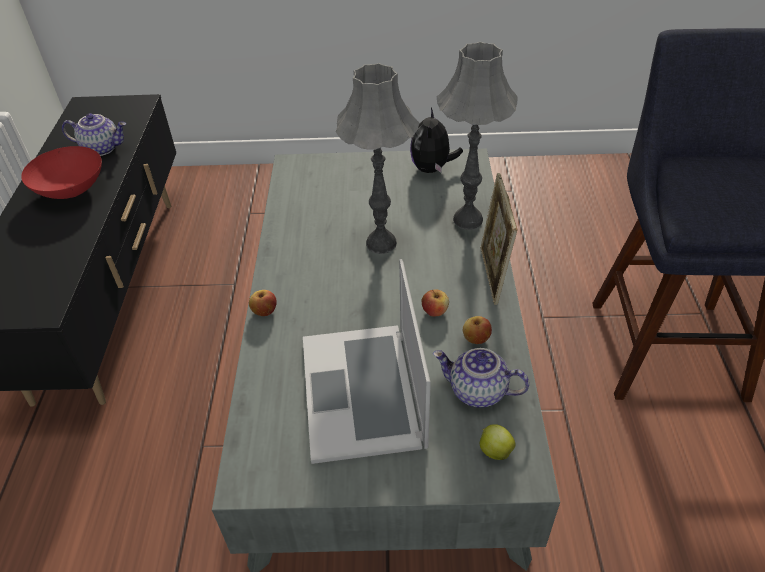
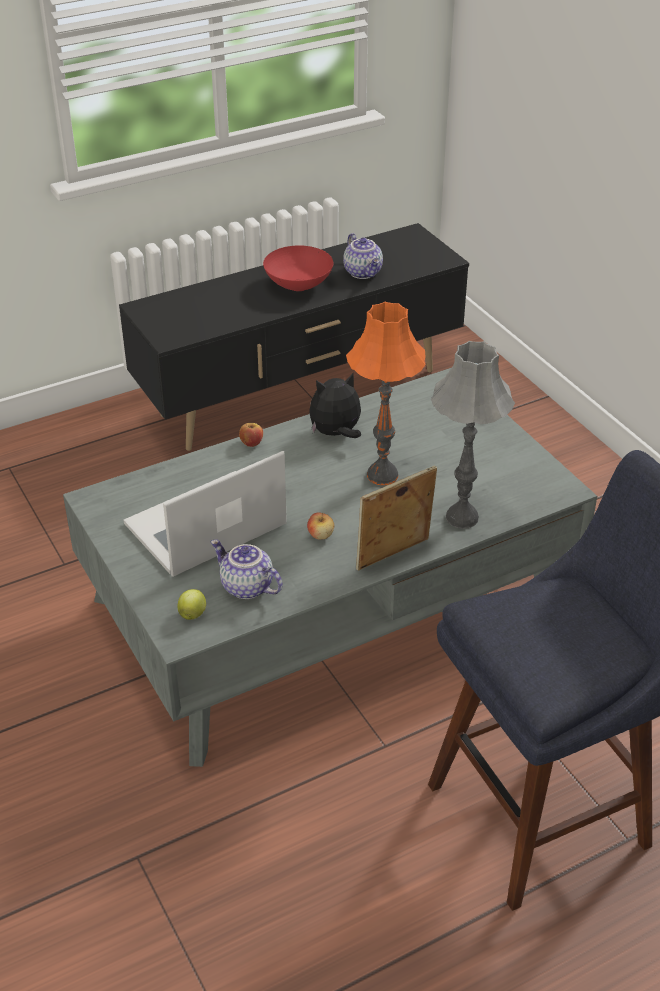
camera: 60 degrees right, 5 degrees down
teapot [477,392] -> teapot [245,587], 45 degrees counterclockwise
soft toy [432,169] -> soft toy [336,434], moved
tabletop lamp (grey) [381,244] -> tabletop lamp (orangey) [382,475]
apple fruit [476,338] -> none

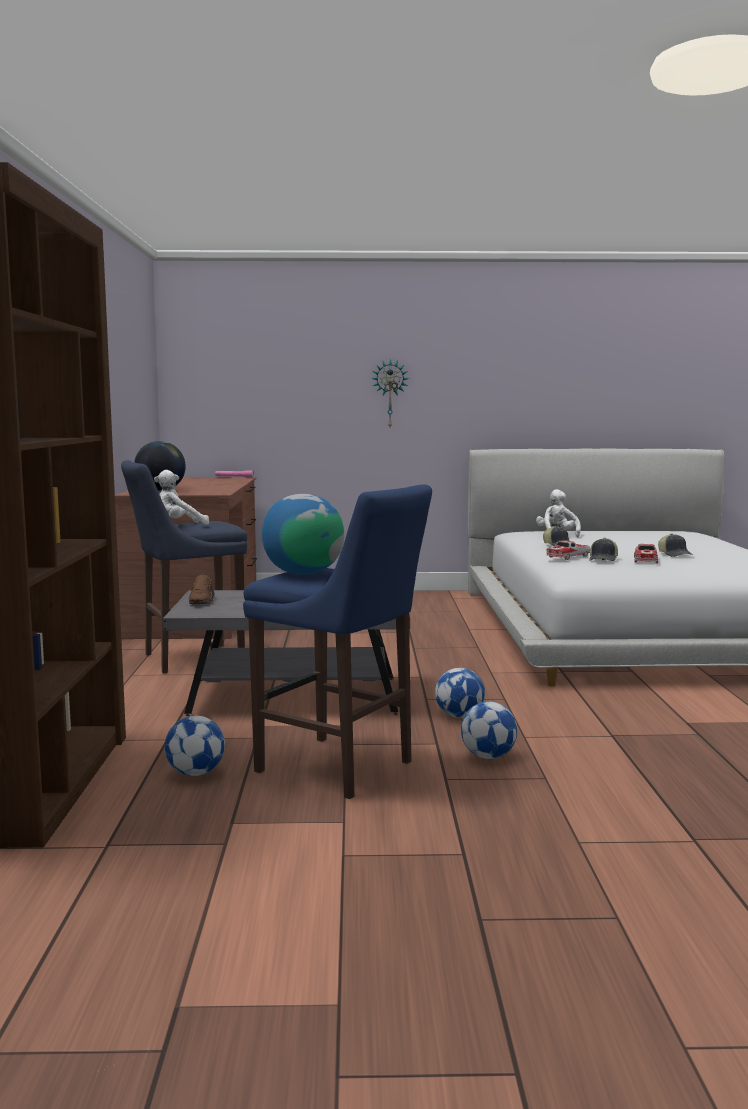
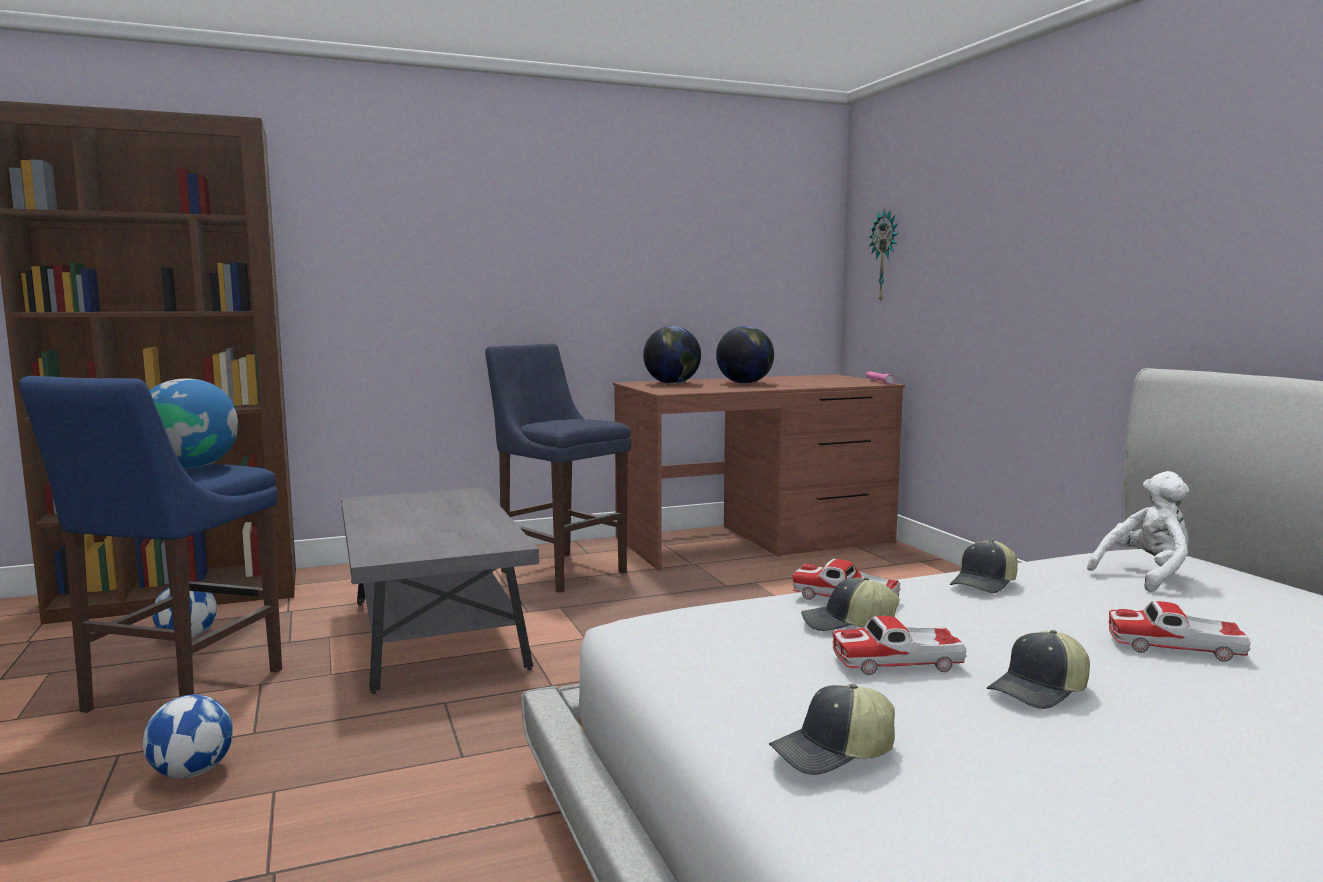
camera: 70 degrees right, 0 degrees up
none -> desk globe [744,383]
none -> peaked cap [833,754]
wall clock [390,394] -> wall clock [885,256], moved
none -> model car [1175,647]
soft toy (whitish) [178,526] -> none
shoe (brownish) [203,601] -> none
football [459,716] -> none

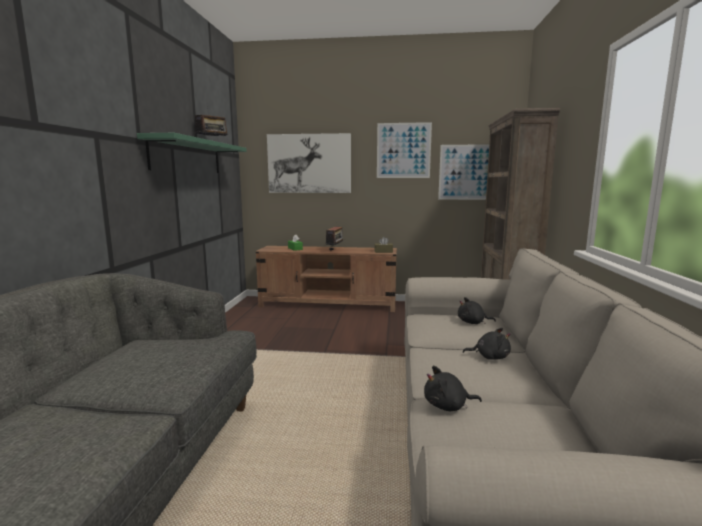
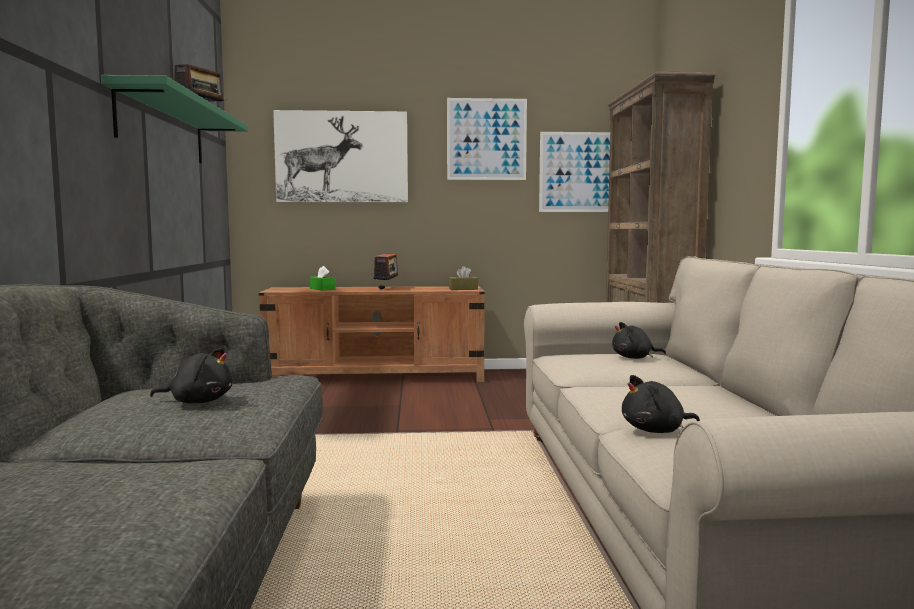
camera: 10 degrees left, 5 degrees down
soft toy (black-coloured) [489,357] -> soft toy (black-coloured) [198,401], moved

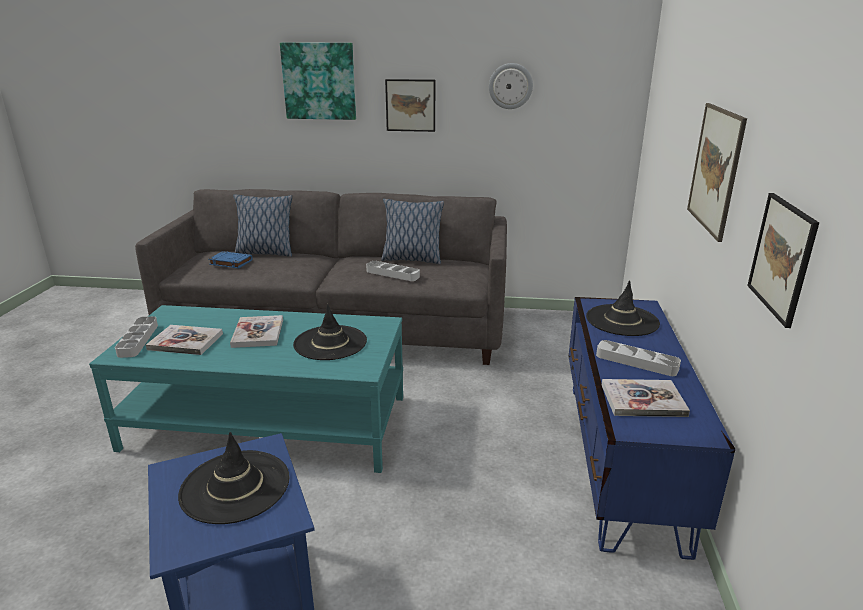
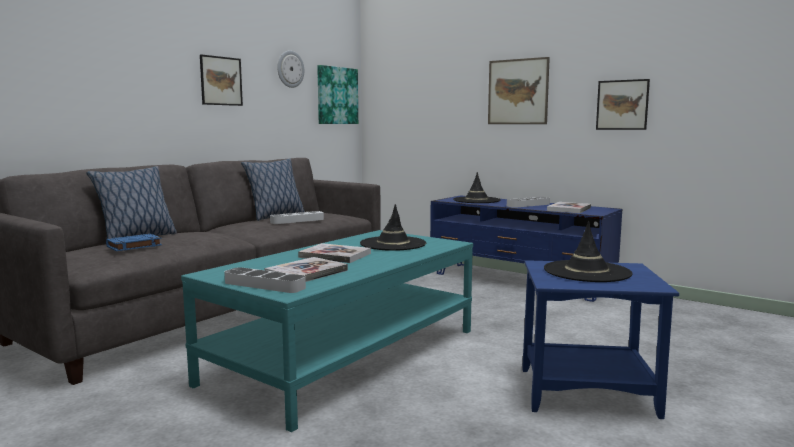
camera: 60 degrees left, 15 degrees down
wall art [319,81] -> wall art [337,95], moved

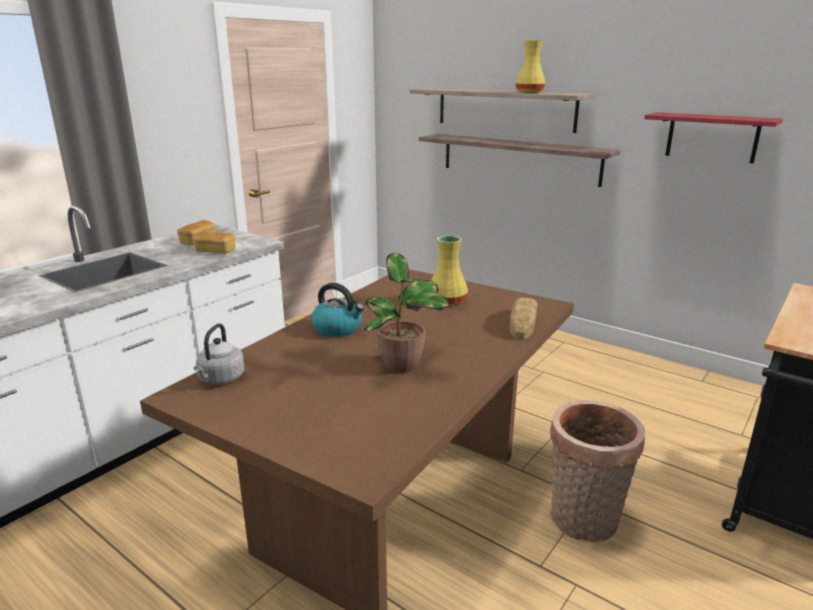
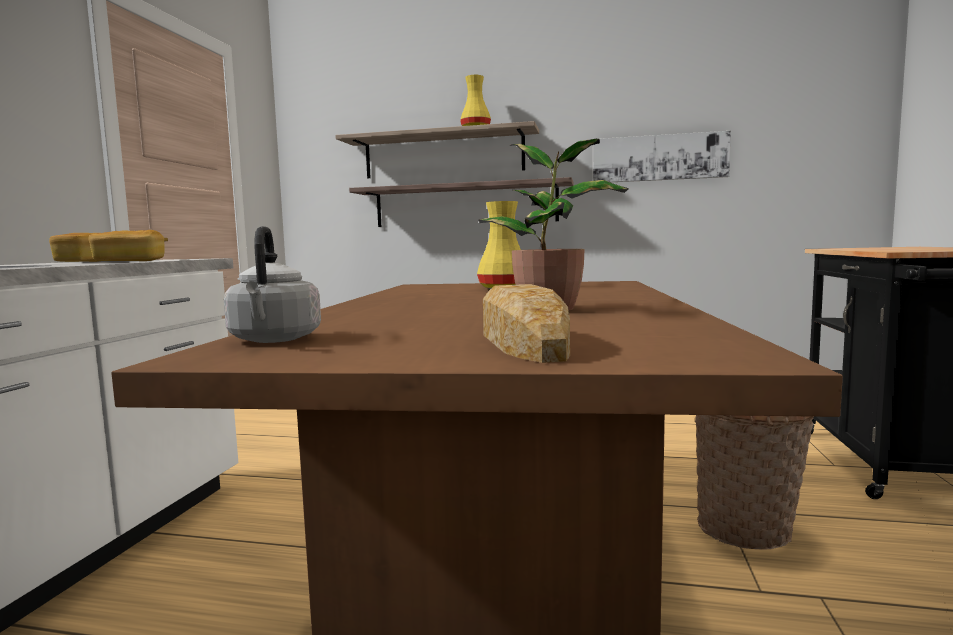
camera: 25 degrees left, 15 degrees down
baked bread [523,323] -> baked bread [523,342], moved
bracket shelf (reddish) [712,137] -> wall art [659,158]
water kettle [338,328] -> none

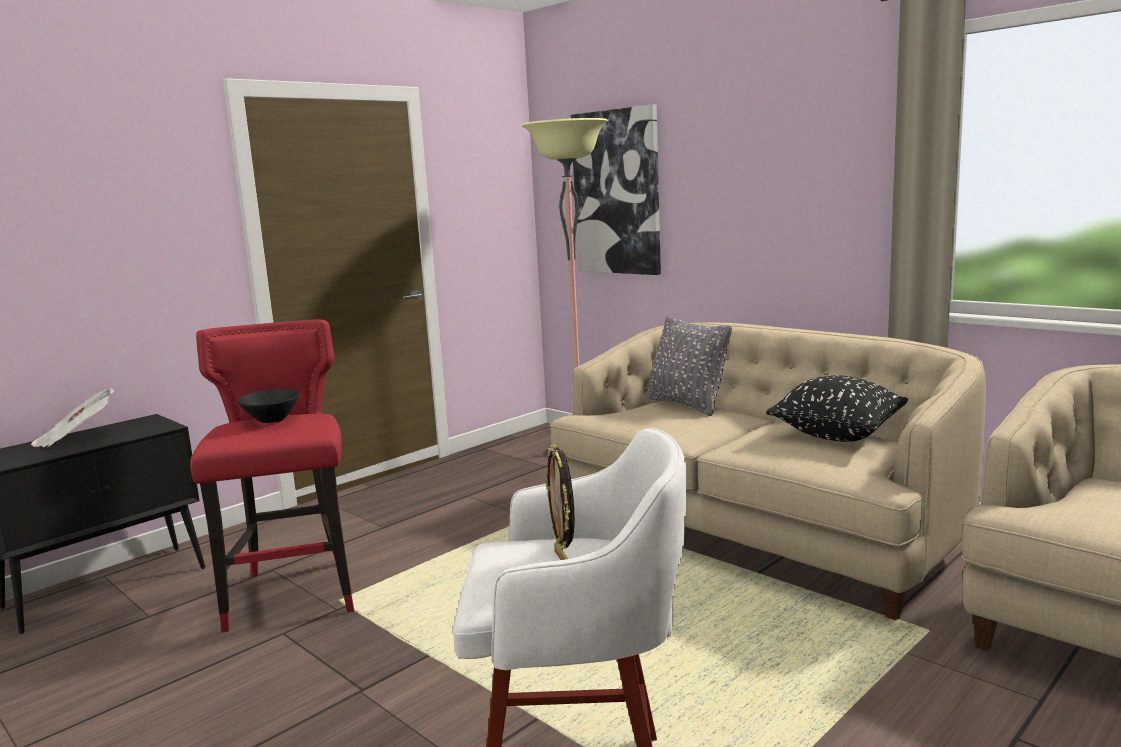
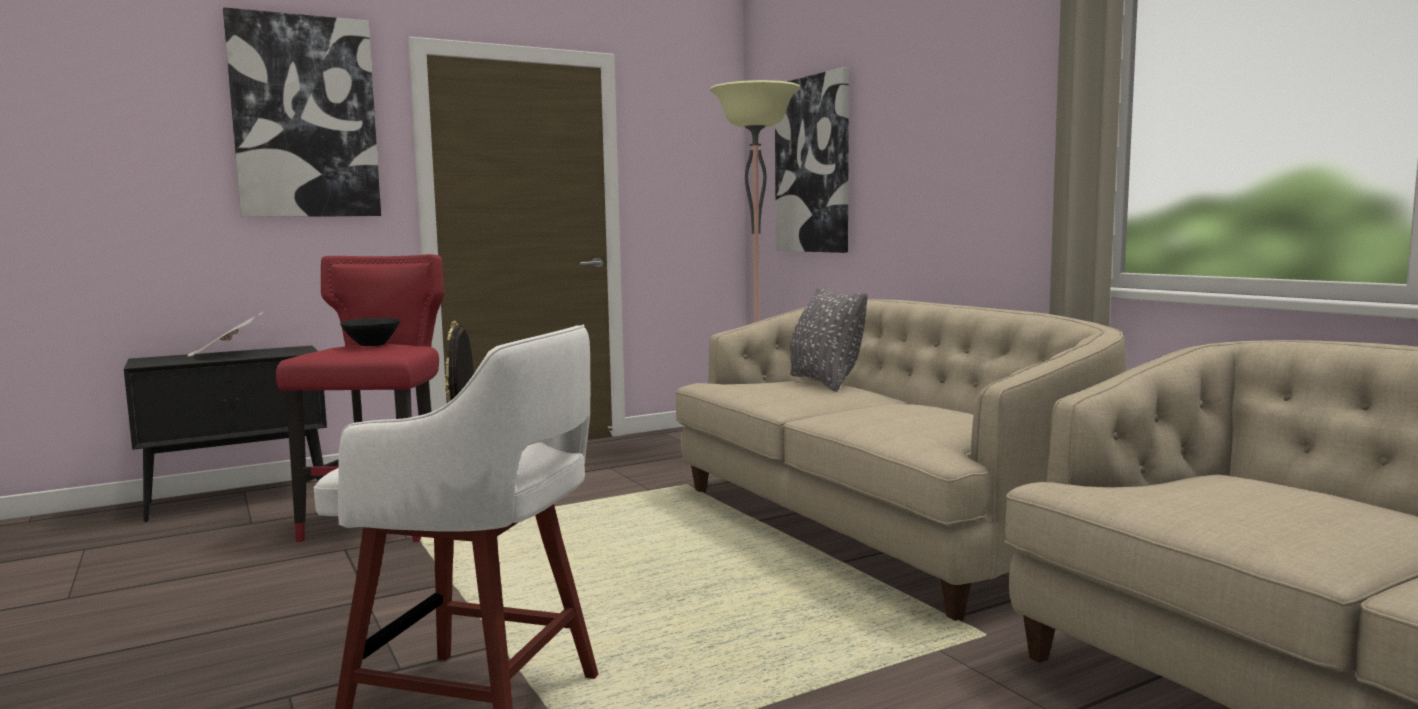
camera: 15 degrees right, 5 degrees down
none -> wall art [305,117]
pillow (black-coloured) [837,435] -> none

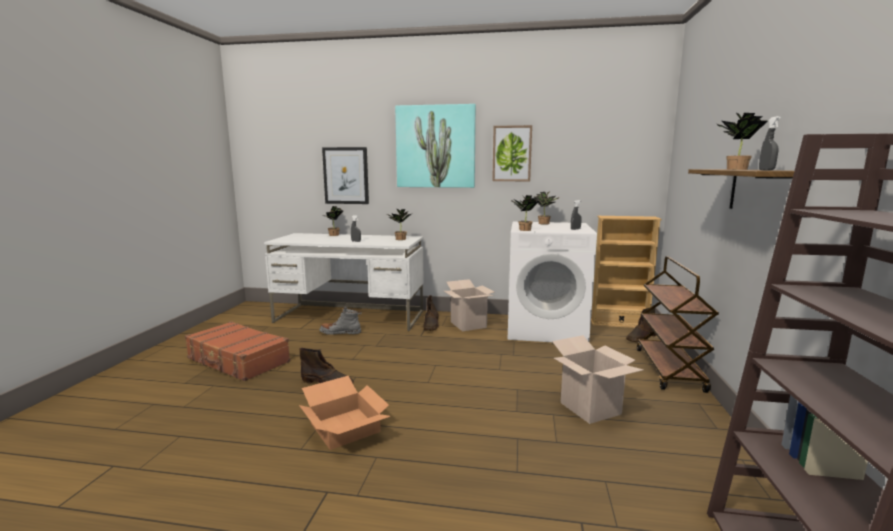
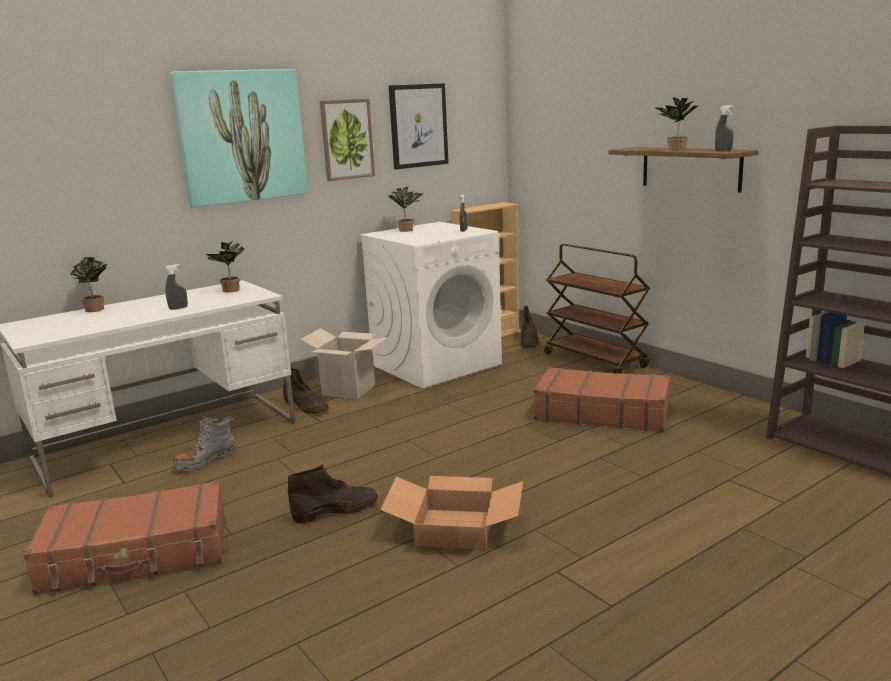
camera: 45 degrees left, 5 degrees up
wall art [346,175] -> wall art [418,126], moved
cardboard box [590,408] -> piece of luggage (brownish) [601,412]
potted plant [523,230] -> none

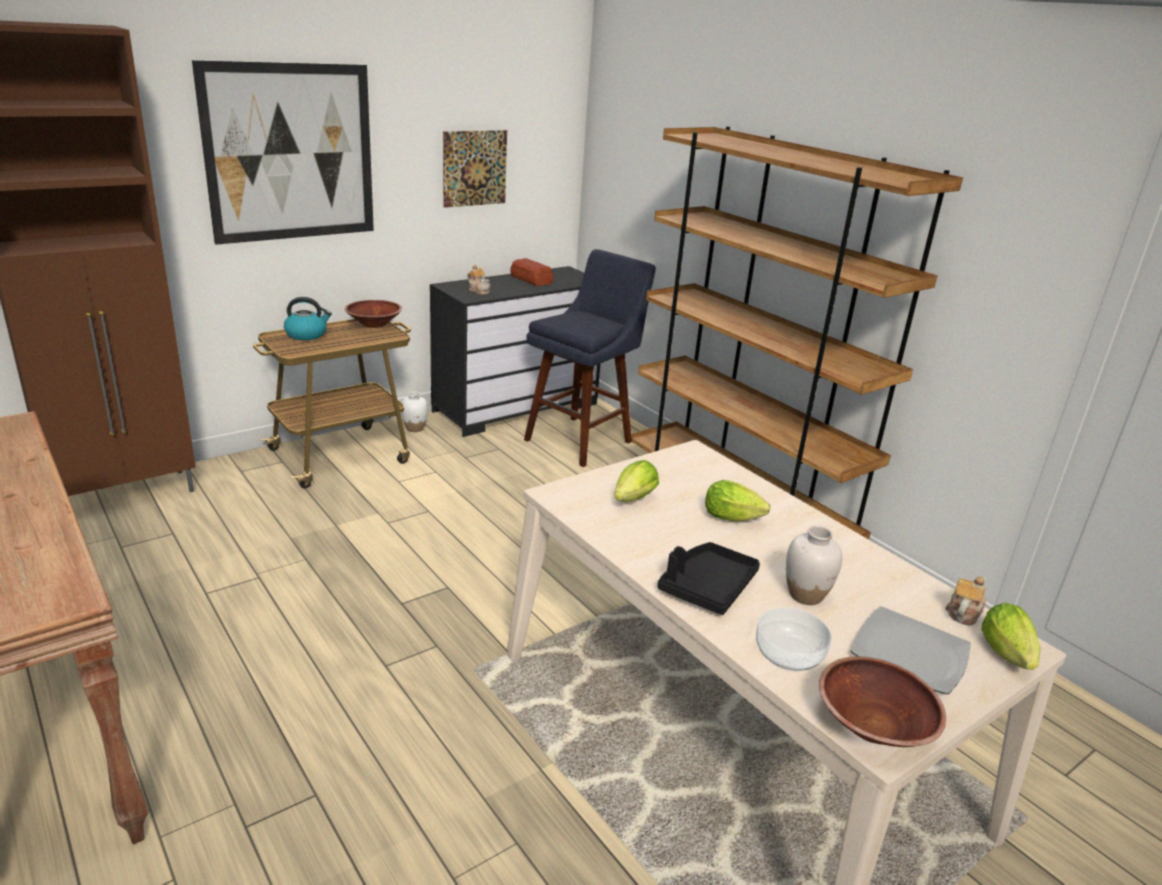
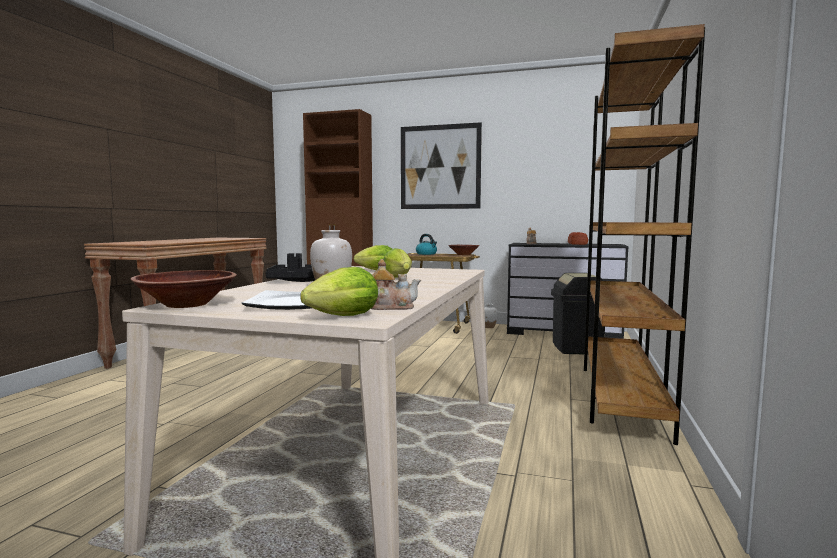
camera: 55 degrees right, 20 degrees down
stool (blue-coloured) [582,439] -> rubbish bin (black-coloured) [577,348]
wall art [475,168] -> none
serving bowl [789,654] -> none

